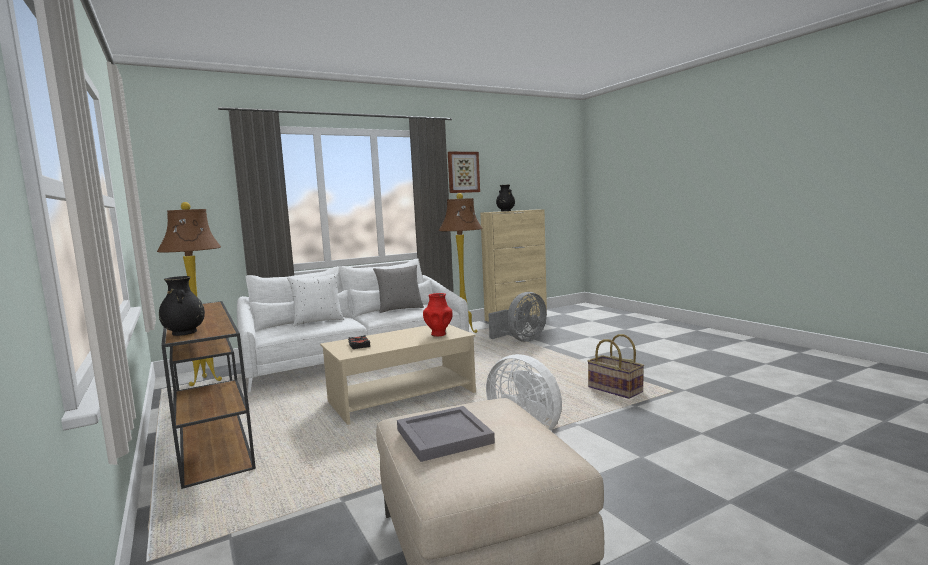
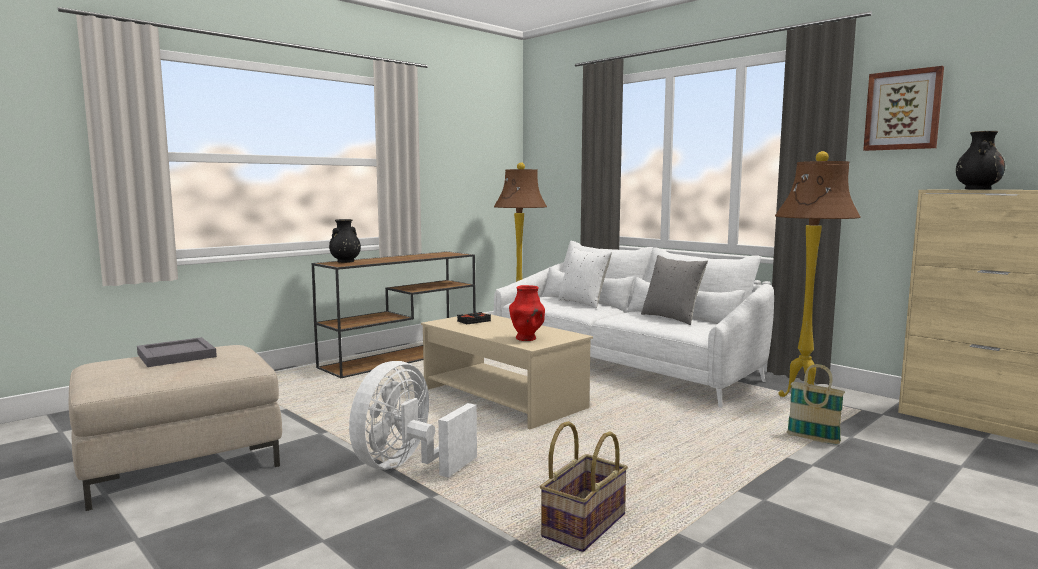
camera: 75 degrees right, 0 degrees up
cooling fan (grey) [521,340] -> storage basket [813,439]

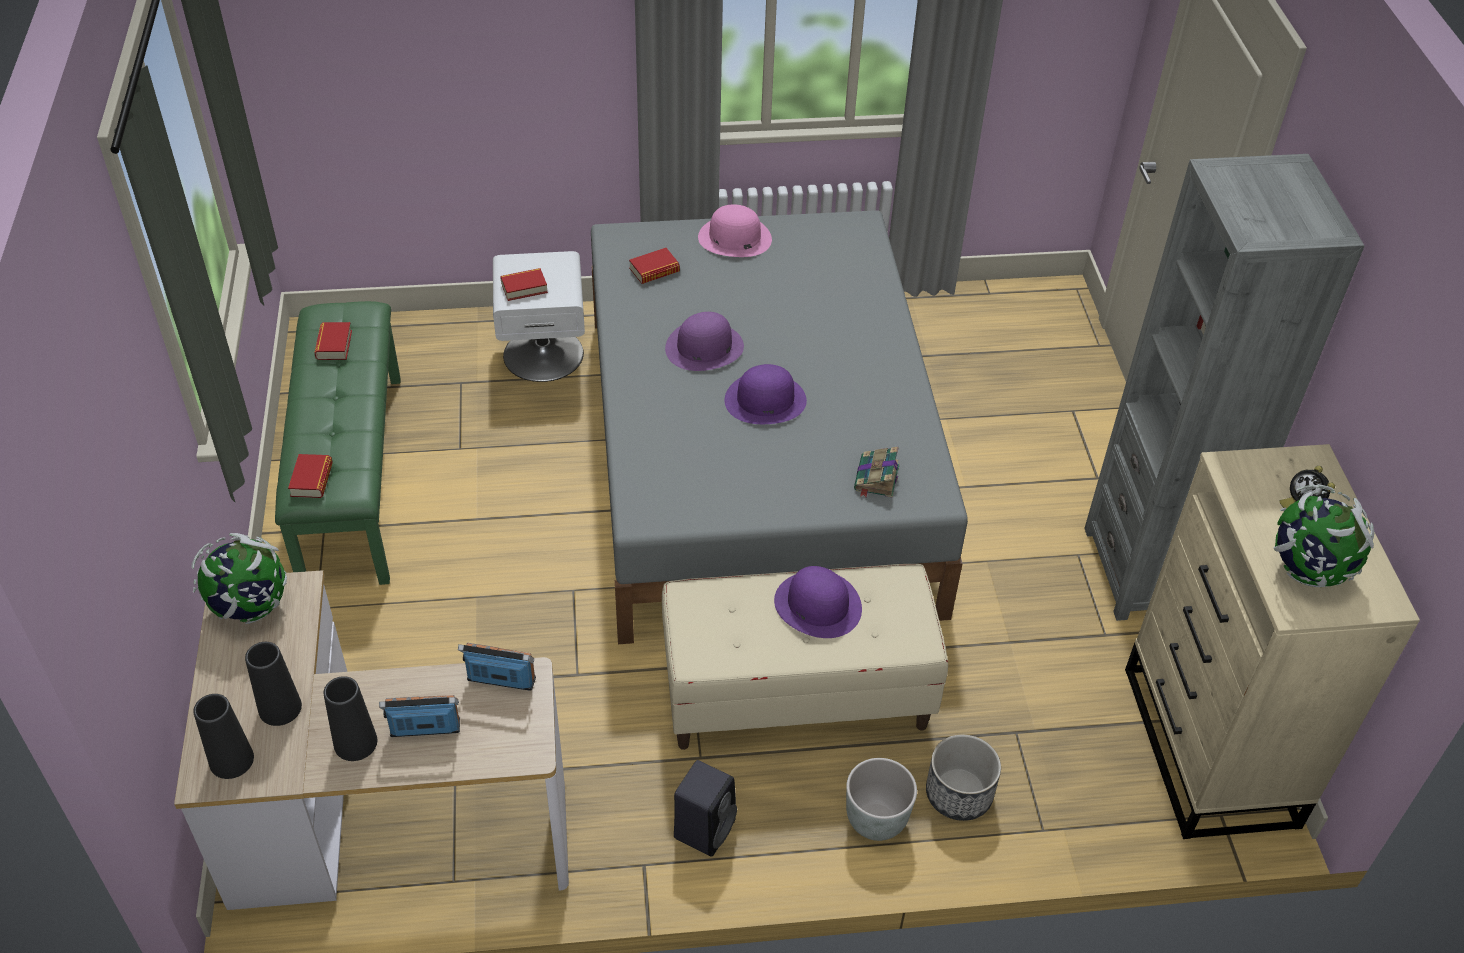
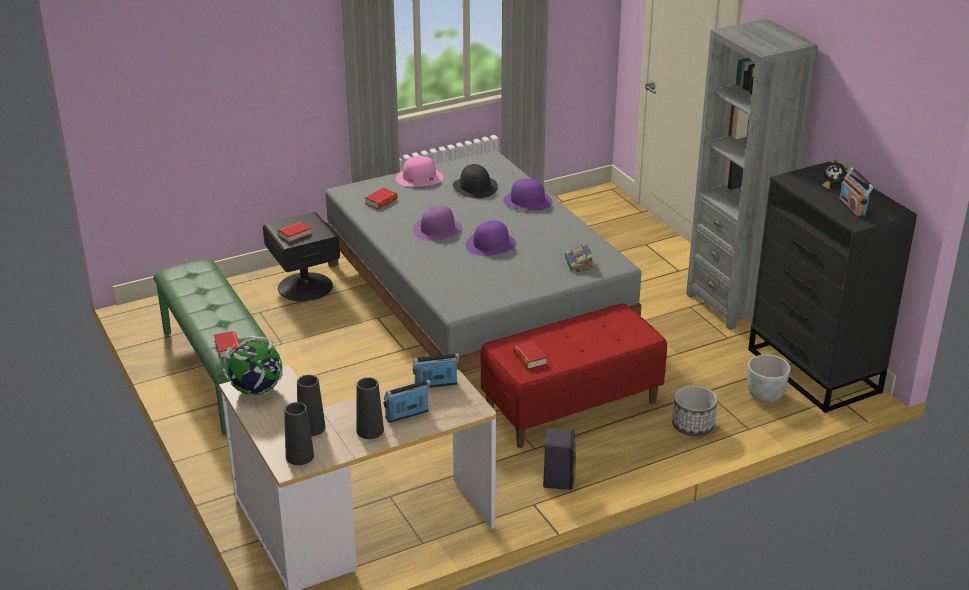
camera: 20 degrees left, 15 degrees down
nightstand (whitish) [543,353] -> nightstand (black-coloured) [305,286]
none -> hat (black-coloured) [475,187]
bench (beige) [796,694] -> bench (reddish) [571,406]
hat (purple) [818,605] -> hat (purple) [528,201], moved
volume [334,345] -> volume [530,358], moved
drawer chest (beige) [1210,748] -> drawer chest (black-coloured) [814,371]
plant pot (grey) [875,821] -> plant pot (grey) [765,396], moved
desk globe [1307,569] -> radio [852,208]

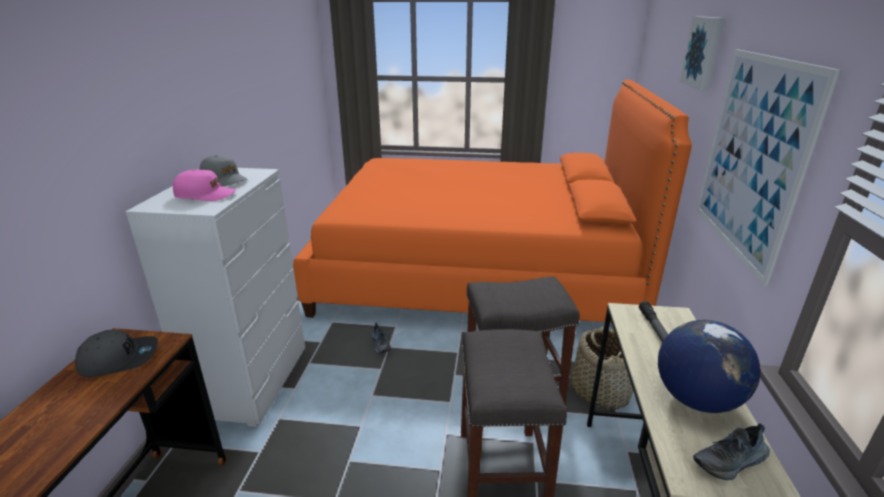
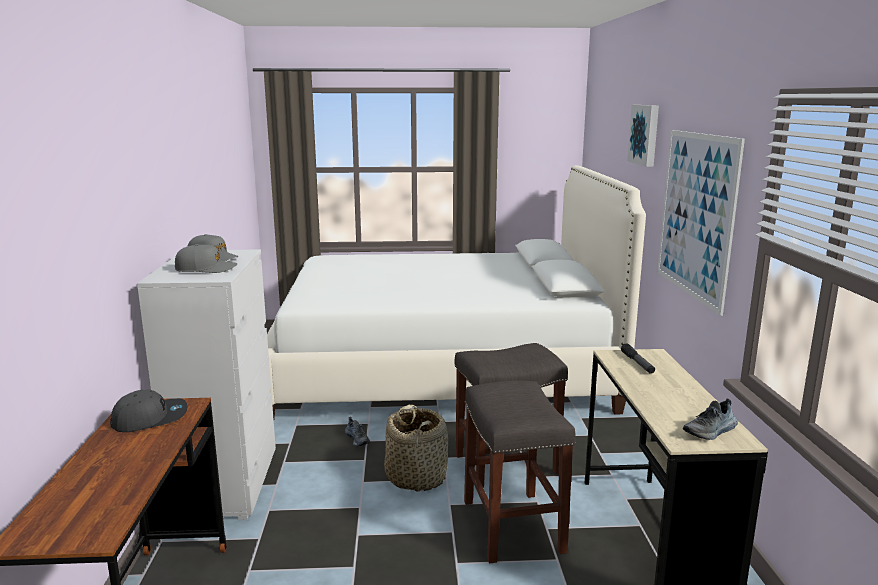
camera: 10 degrees left, 10 degrees down
peaked cap (pink) [205,195] -> peaked cap (grey) [206,269]
bedroom bed (orangey) [477,271] -> bedroom bed (whitish) [441,369]
storage basket [600,391] -> storage basket [416,477], moved
desk globe [696,399] -> none

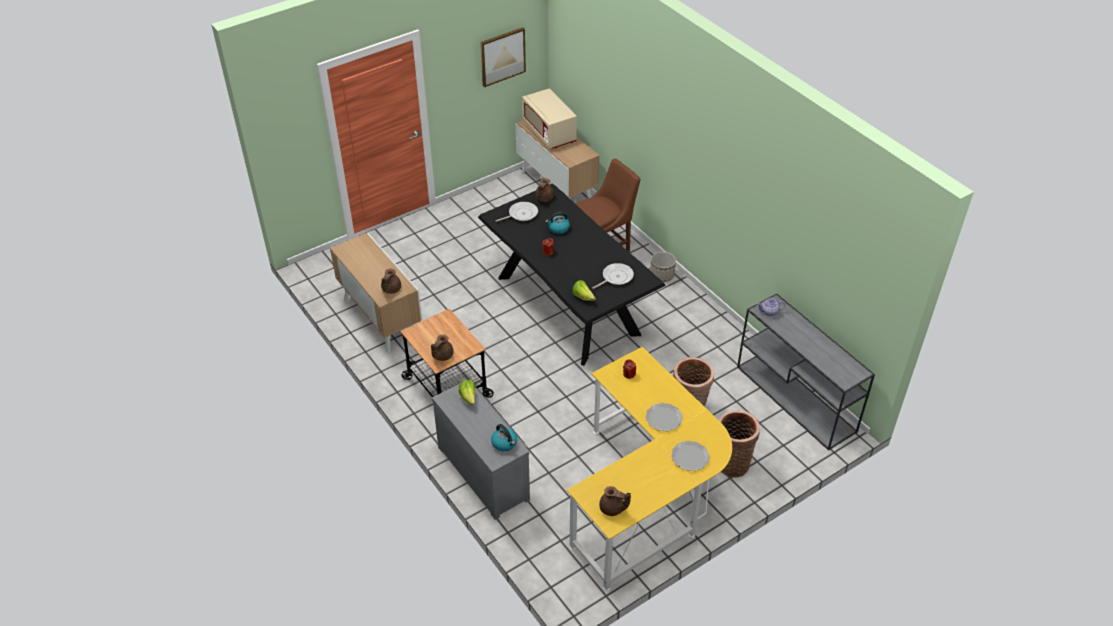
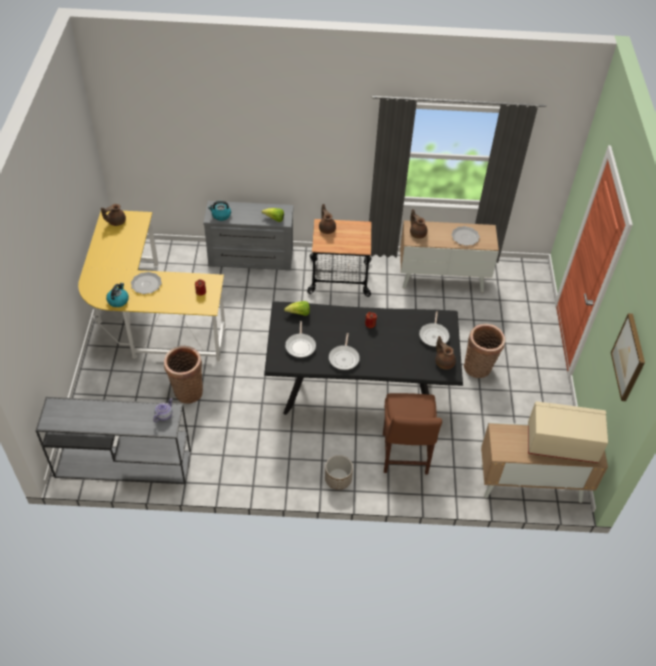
camera: 125 degrees right, 5 degrees up
water kettle [558,228] -> water kettle [118,300], moved
none -> skillet [344,358]
flat dish [690,457] -> flat dish [465,237], moved
storage basket [732,462] -> storage basket [479,368], moved

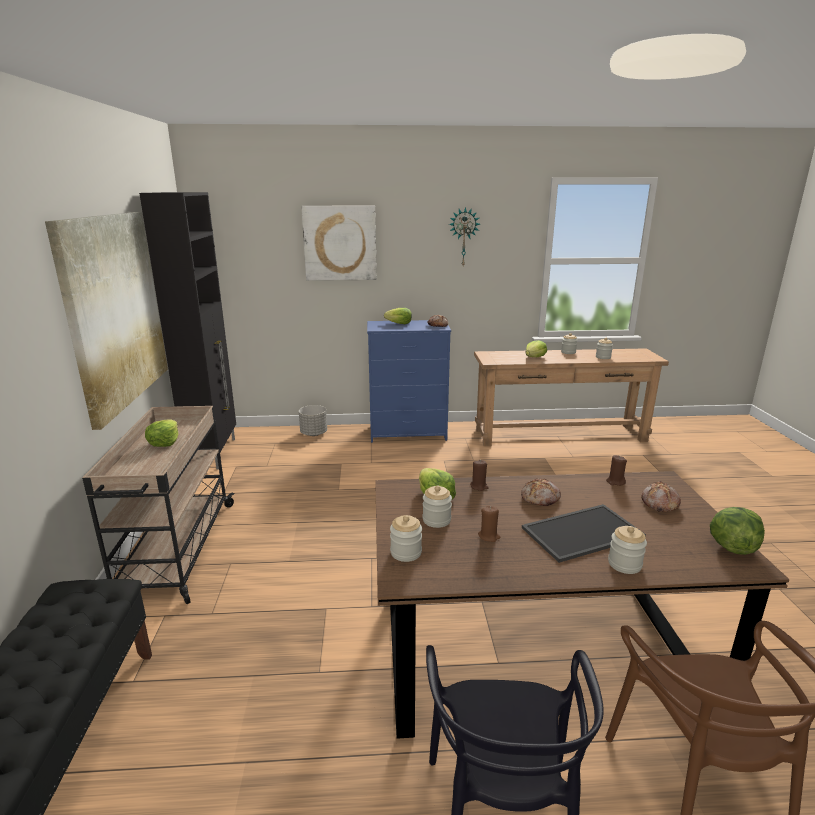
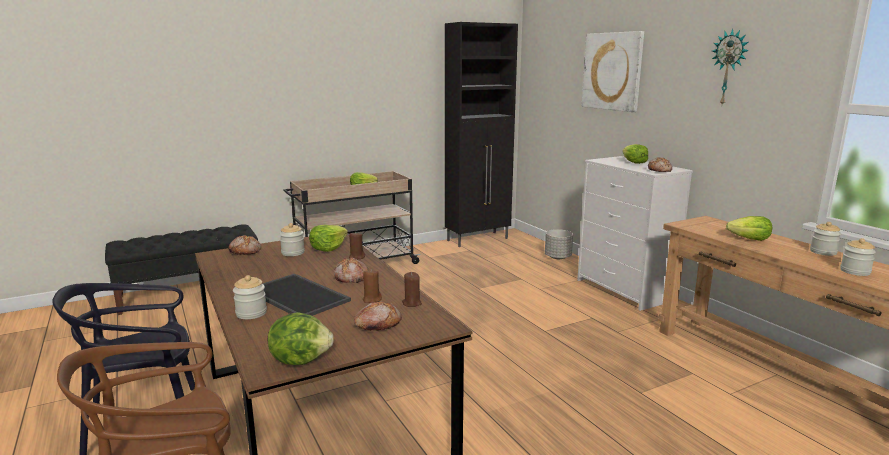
camera: 65 degrees right, 5 degrees down
storage jar [406,552] -> baked bread [245,251]
candle (brownish) [489,536] -> candle (brownish) [372,299], moved
drawer chest (blue-coloured) [408,432] -> drawer chest (whitish) [625,290]
wall art [114,311] -> none

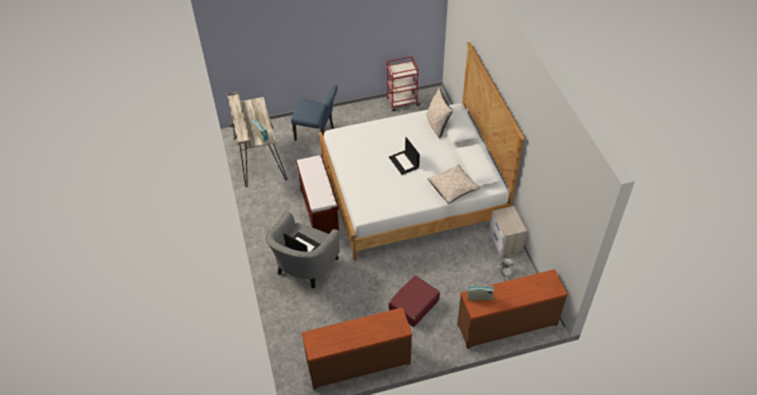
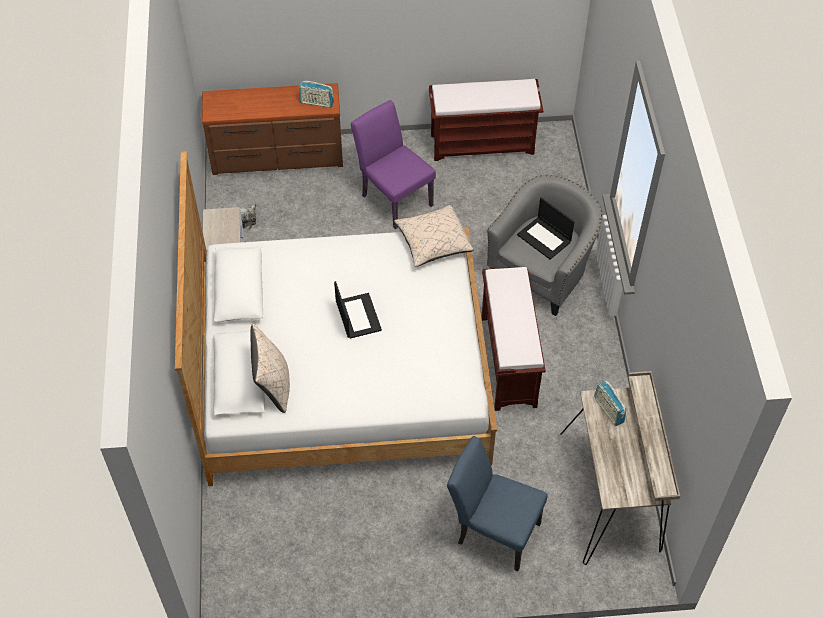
camera: 170 degrees left, 5 degrees up
piece of luggage (reddish) [413,305] -> plain chair (purple) [393,197]
pillow (beige) [453,188] -> pillow (beige) [433,243], moved
drawer chest (brownish) [358,362] -> bench (brownish) [483,143]
cart (reddish) [402,102] -> none

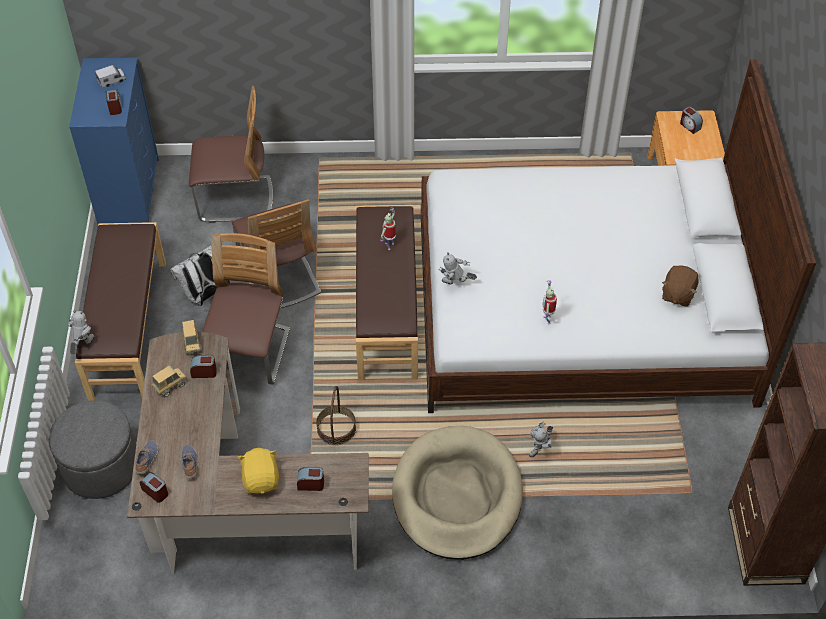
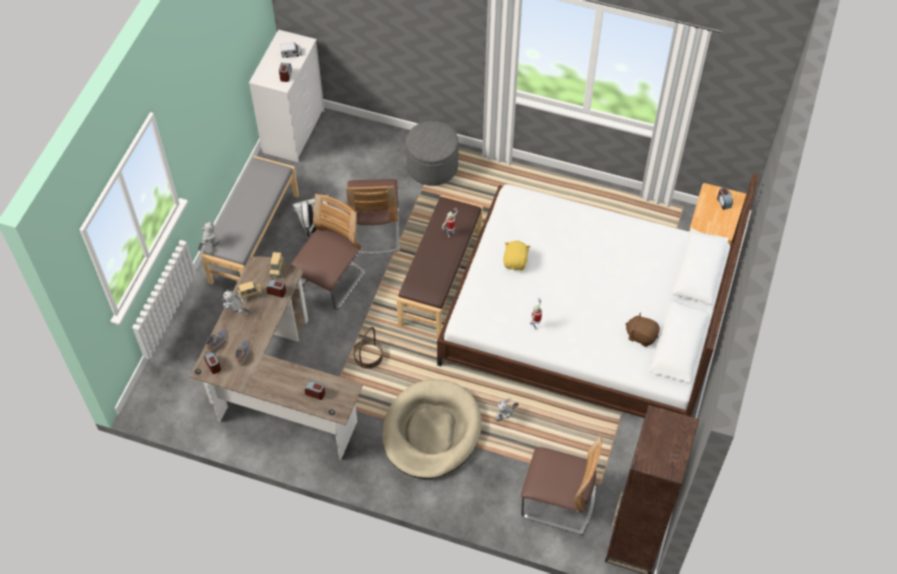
camera: 20 degrees right, 5 degrees up
bench (brownish) [127,329] -> bench (grey) [253,238]
model robot [455,285] -> model robot [237,313], moved
drawer chest (blue-coloured) [129,191] -> drawer chest (whitish) [293,131]
ottoman (grey) [101,466] -> ottoman (grey) [432,166], moved
soft toy (yellow) [261,479] -> soft toy (yellow) [515,261], moved
plain chair [235,199] -> plain chair [558,502], moved
soft toy (brownish) [677,294] -> soft toy (brownish) [641,335], 75 degrees clockwise

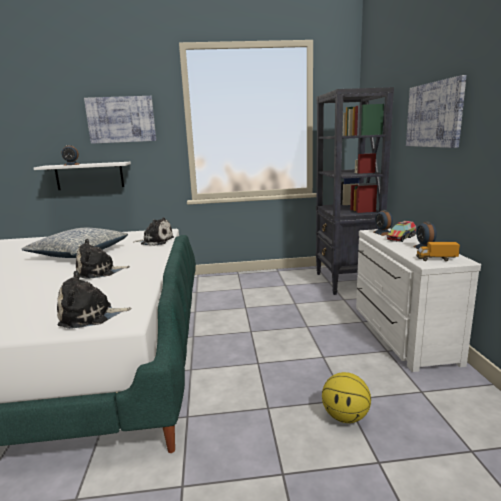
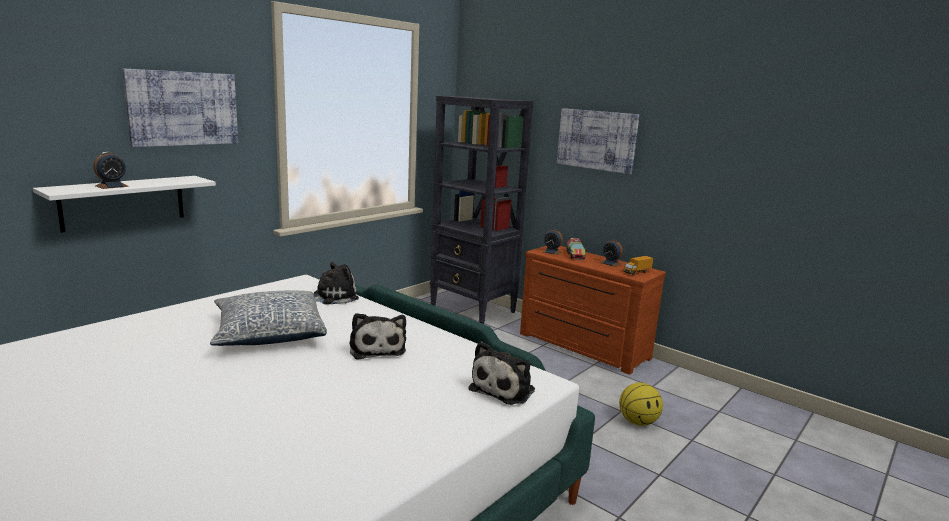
camera: 45 degrees left, 0 degrees up
soft toy [99,272] -> soft toy [376,348], 45 degrees counterclockwise
drawer chest (whitish) [399,333] -> drawer chest (brownish) [581,347]

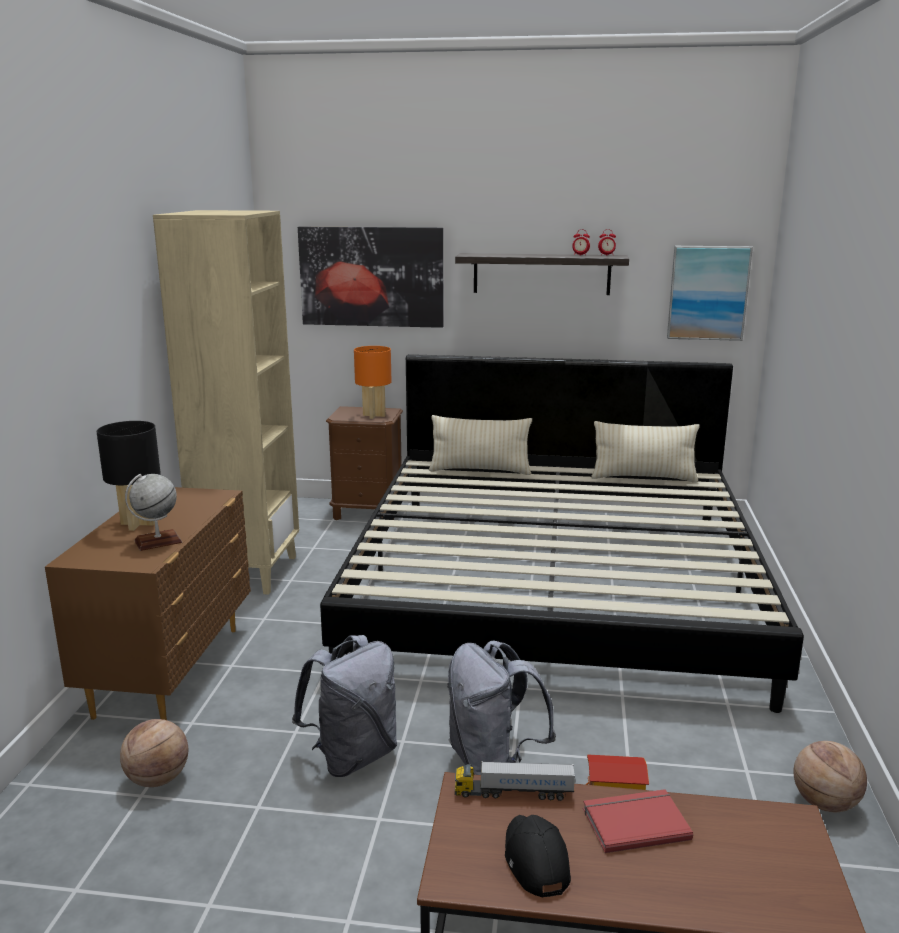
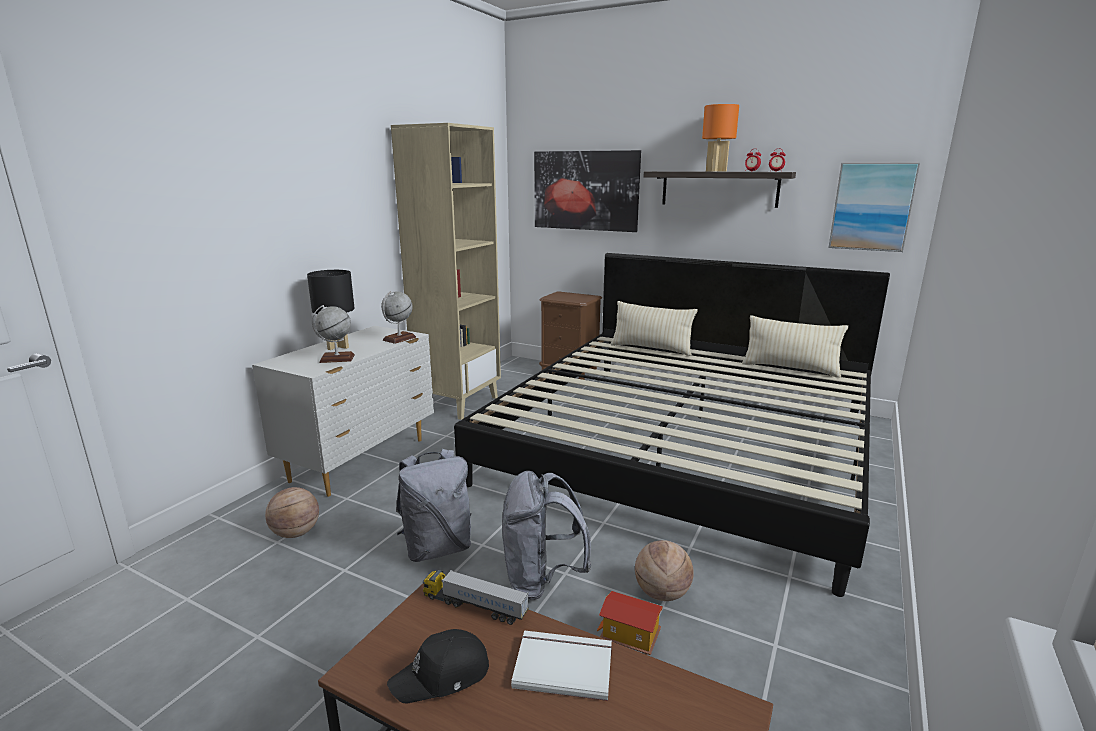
camera: 20 degrees right, 0 degrees up
drawer chest (brownish) [172,670] -> drawer chest (whitish) [361,459]
none -> desk globe [399,338]
peaked cap (black-coloured) [534,861] -> peaked cap (black-coloured) [442,676], 120 degrees counterclockwise
volume (reddish) [634,822] -> volume (whitish) [563,665]
ball for basketball [825,804] -> ball for basketball [661,594], moved
tabletop lamp (orangey) [374,415] -> tabletop lamp (orangey) [716,171], moved

